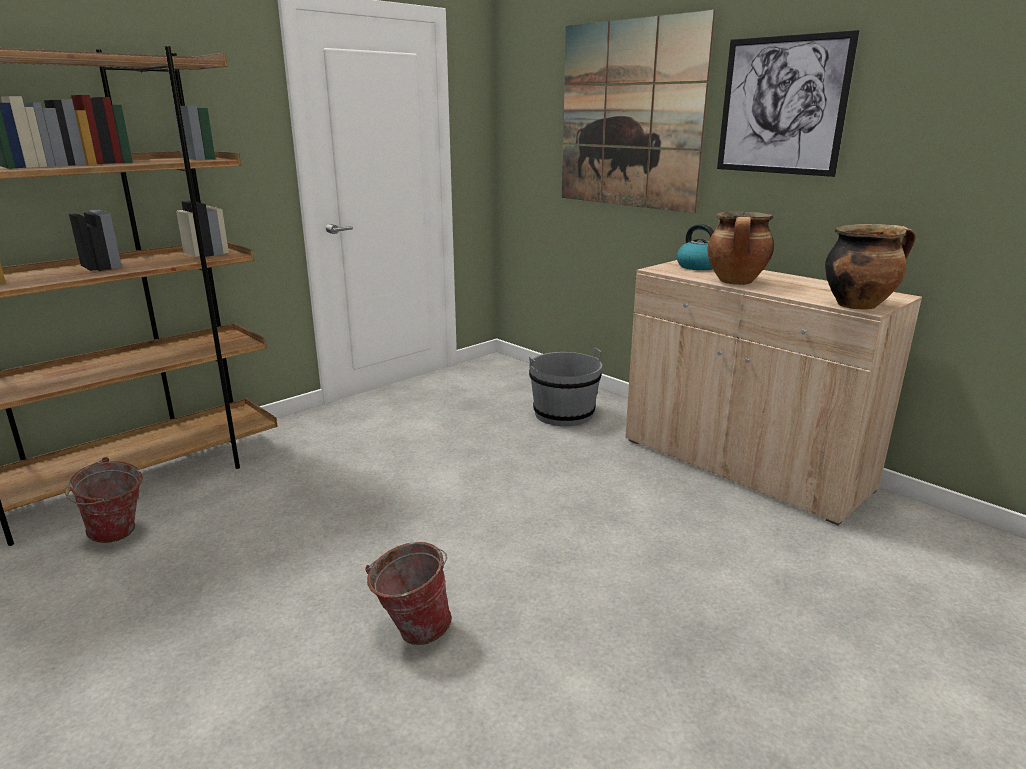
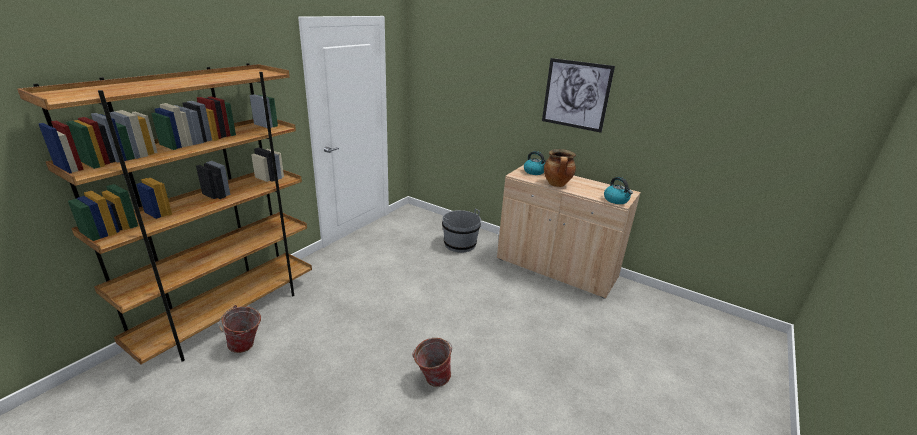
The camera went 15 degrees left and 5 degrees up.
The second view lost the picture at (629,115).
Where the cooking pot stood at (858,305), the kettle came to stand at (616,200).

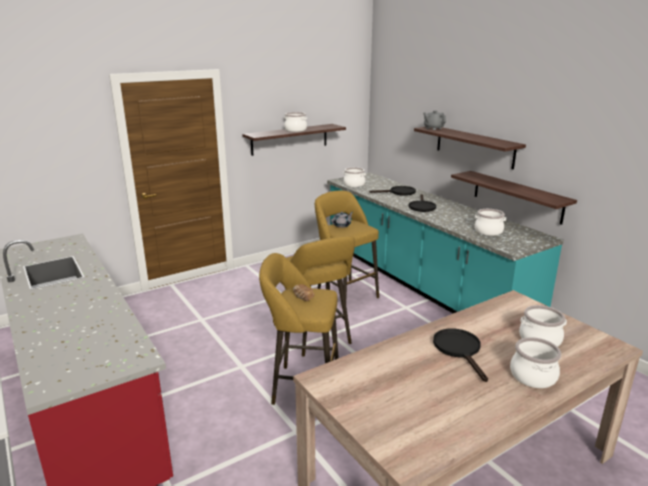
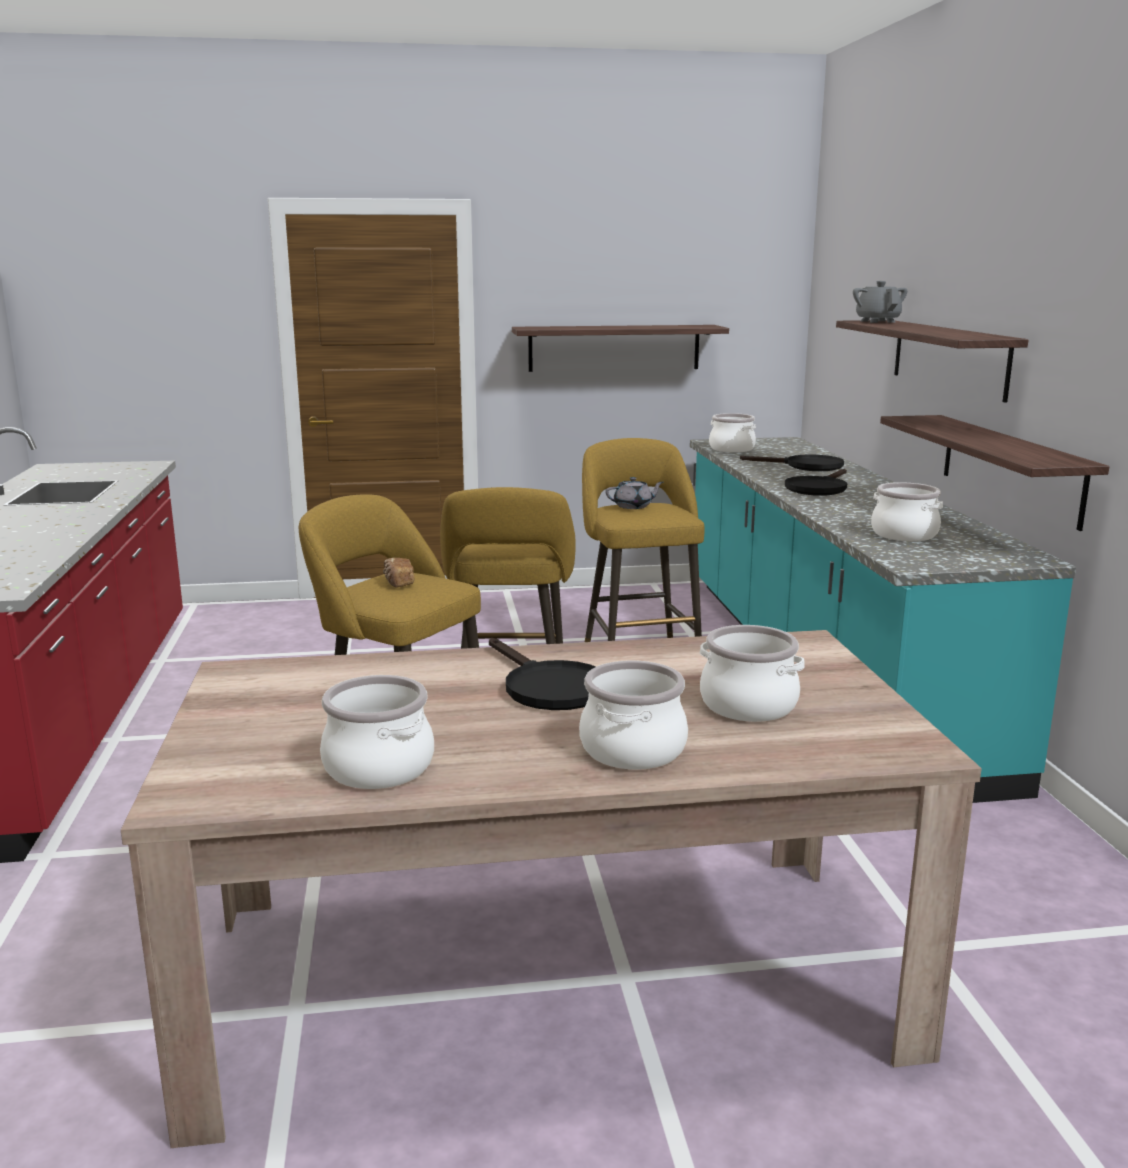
The camera went 25 degrees right and 5 degrees down.
The cooking pot ended up elsewhere, having gone from (295,130) to (377,768).
The black frying pan at (459,350) ended up facing another way, 135 degrees clockwise from before.

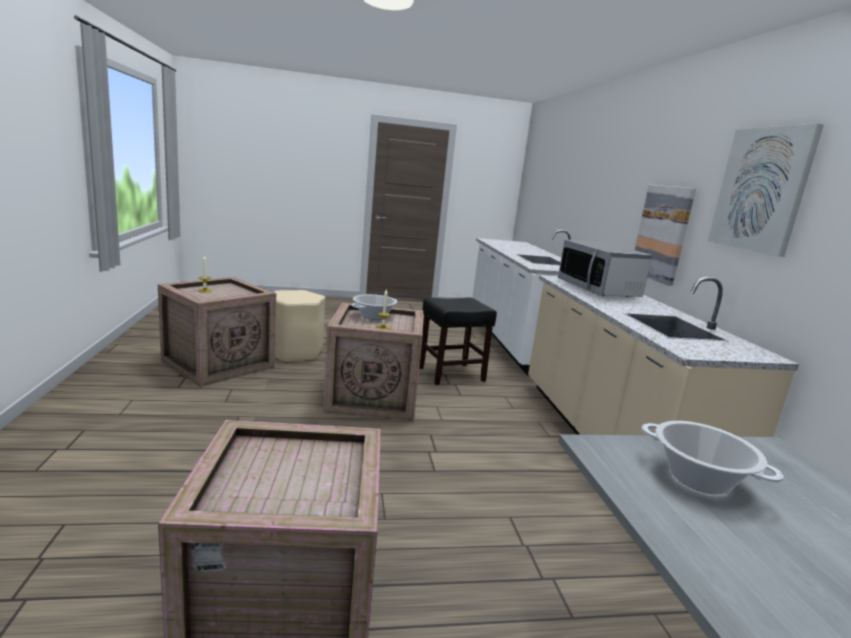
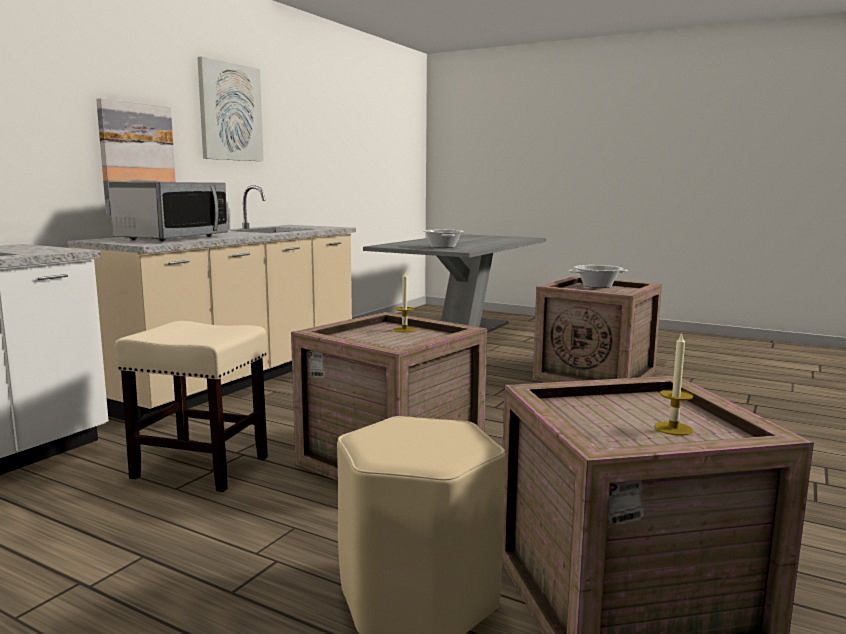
The camera went 140 degrees left and 5 degrees down.
The cooking pot ended up elsewhere, having gone from (373,316) to (597,286).
What was the black stool at (450,374) turned into the beige stool at (202,467).

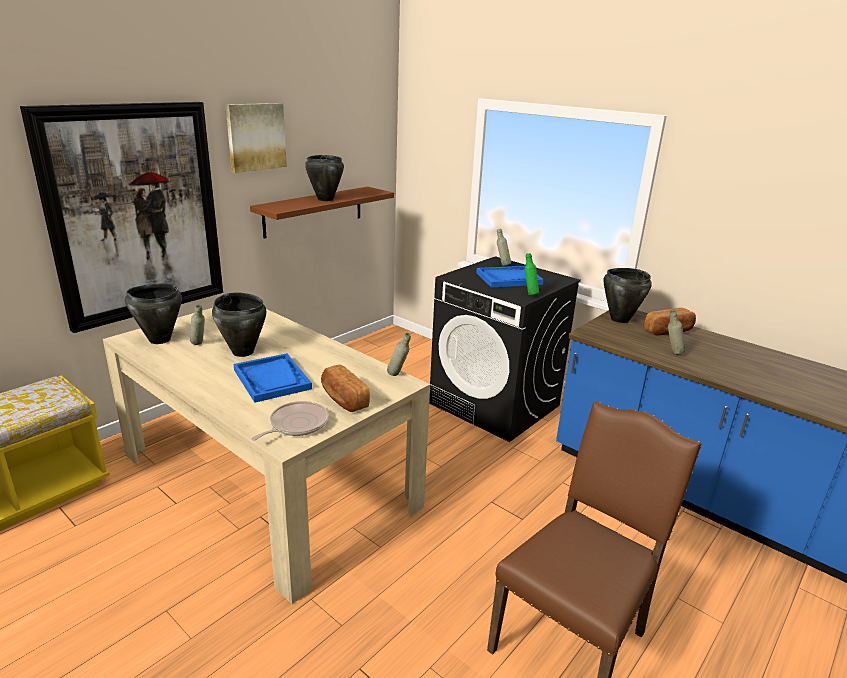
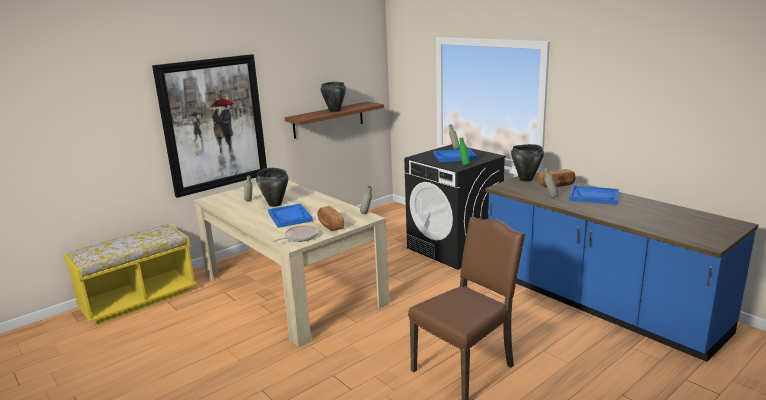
The camera went 10 degrees right and 5 degrees down.
The second view lost the black cooking pot at (159,340).
The second view lost the picture at (256,137).
The second view gained the blue tray at (594,196).

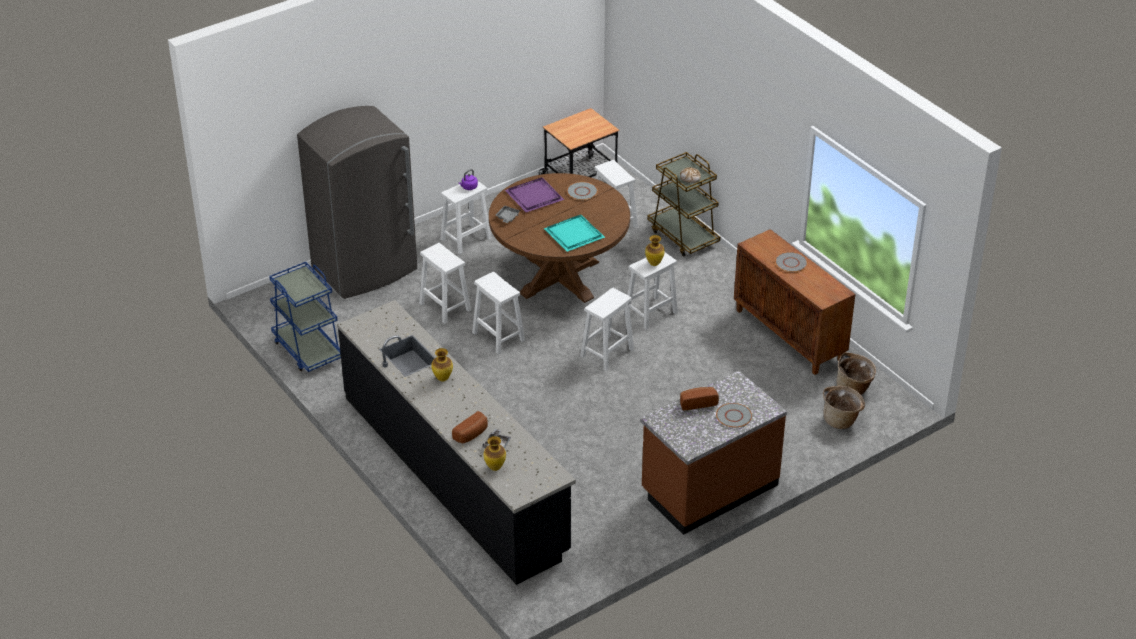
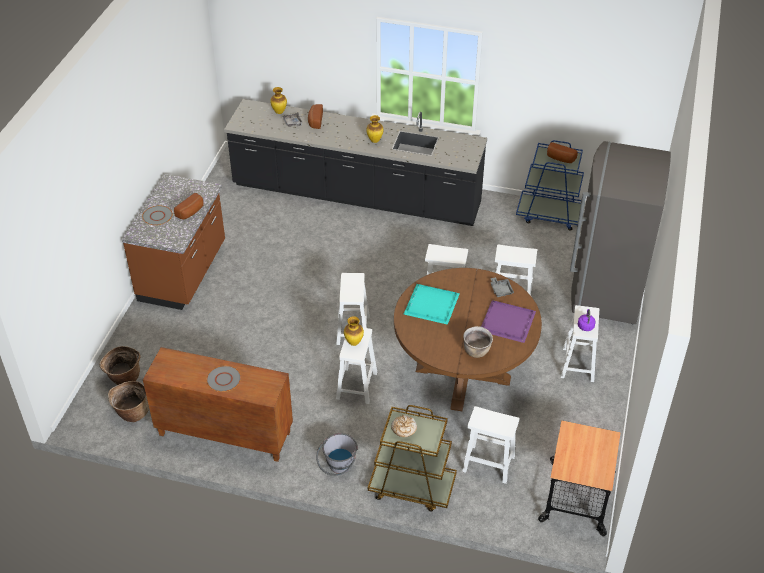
The camera went 140 degrees right and 5 degrees up.
The second view gained the grey bucket at (338,468).
The second view gained the bread at (560,159).
Where the grey plate stood at (582,192), the brown cooking pot came to stand at (476,351).

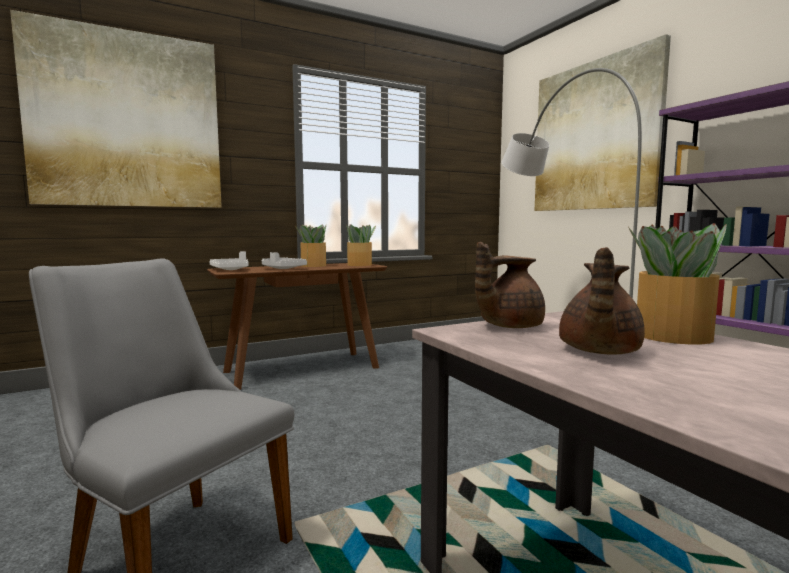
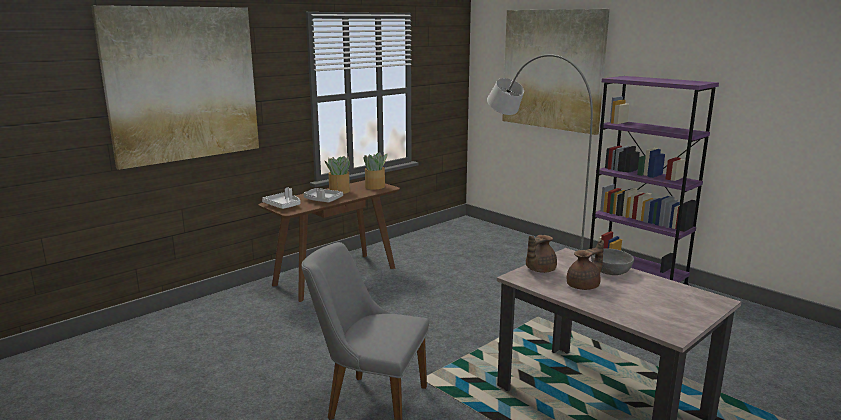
The camera went 15 degrees left and 10 degrees up.
Where the potted plant stood at (671,336), the grey bowl came to stand at (611,271).
The brown teapot at (597,351) ended up facing another way, 135 degrees counterclockwise from before.

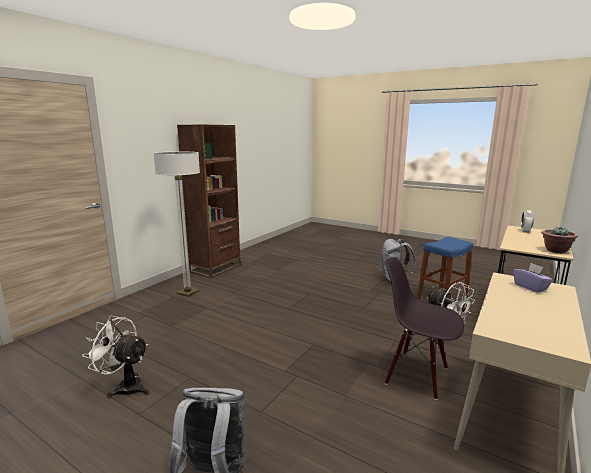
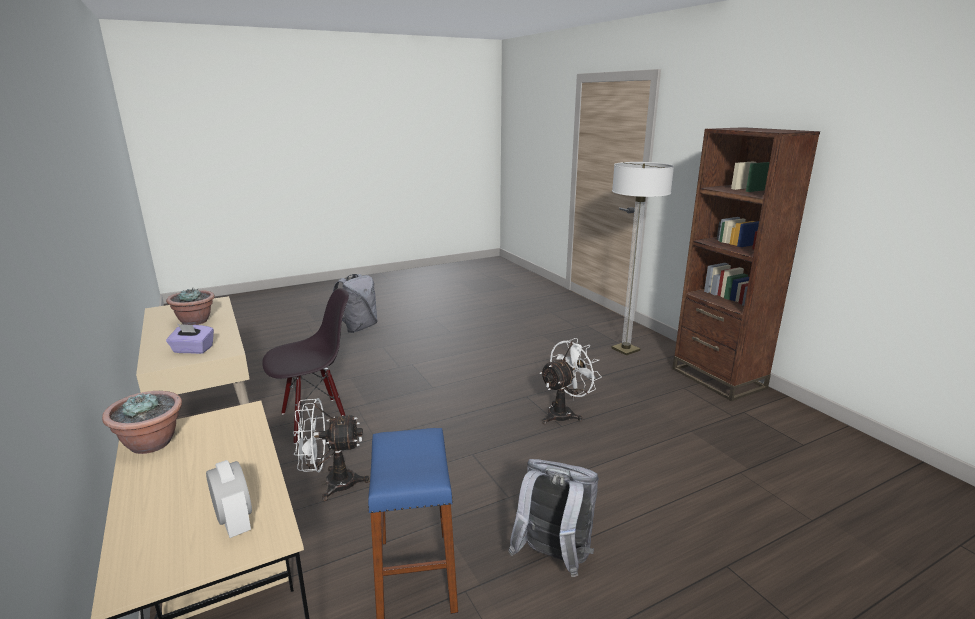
The camera went 120 degrees right and 5 degrees up.
The second view gained the potted plant at (195,321).
The white fan ended up elsewhere, having gone from (125,386) to (564,413).

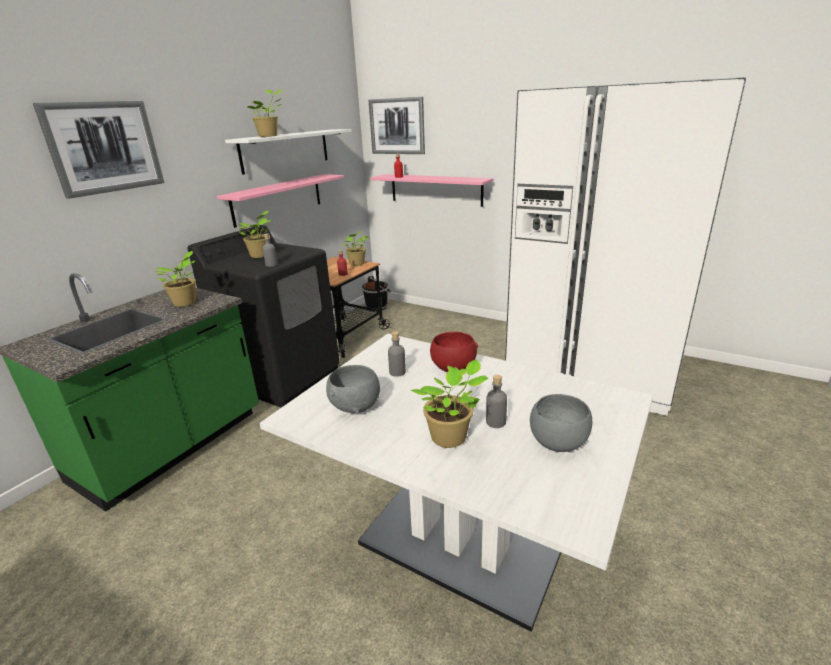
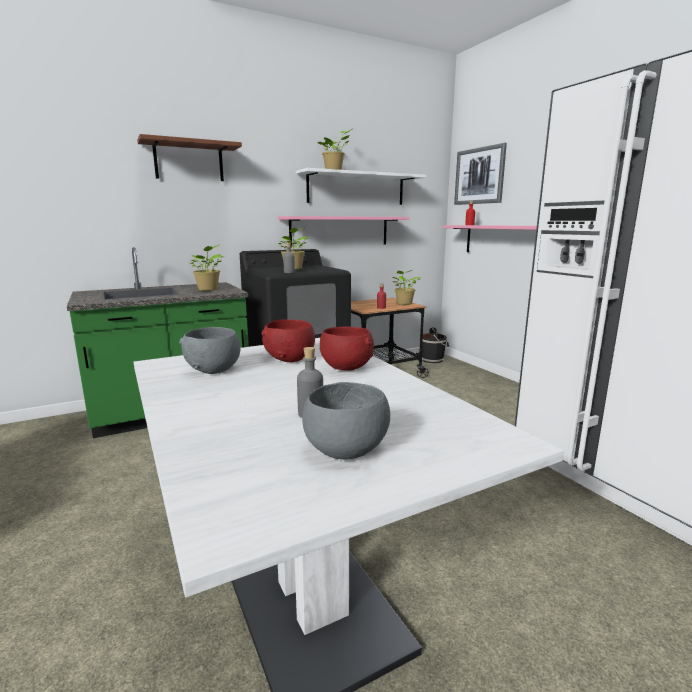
The camera went 30 degrees right and 10 degrees down.
The second view lost the potted plant at (451,438).
Where the picture hung at (104,147), the brown shelf came to hang at (189,161).
Where the grey bottle stood at (397,372), the red bowl came to stand at (290,359).

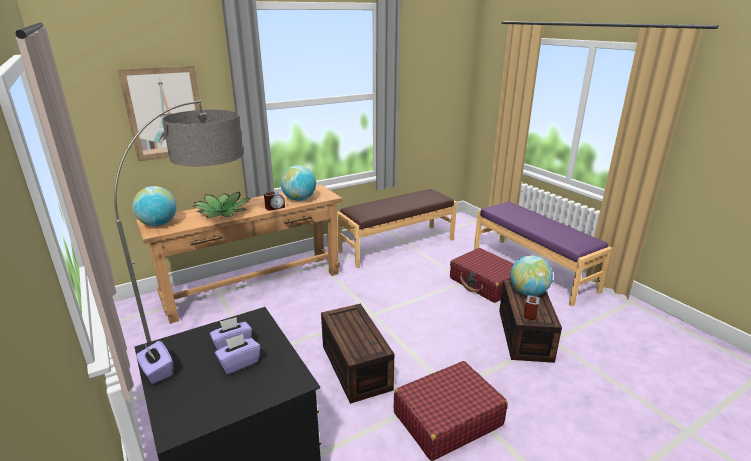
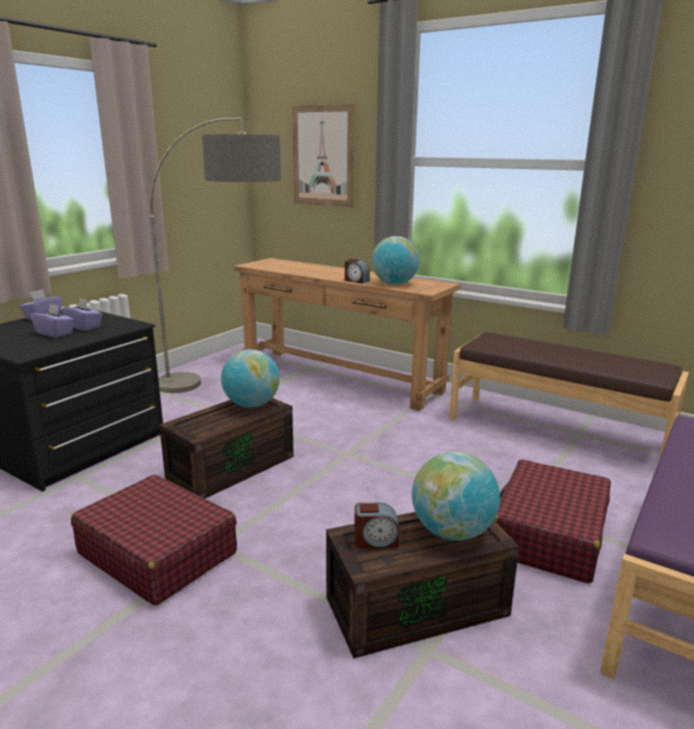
The camera went 65 degrees right and 5 degrees down.
The second view lost the potted plant at (223,212).
The globe ended up elsewhere, having gone from (158,224) to (251,405).

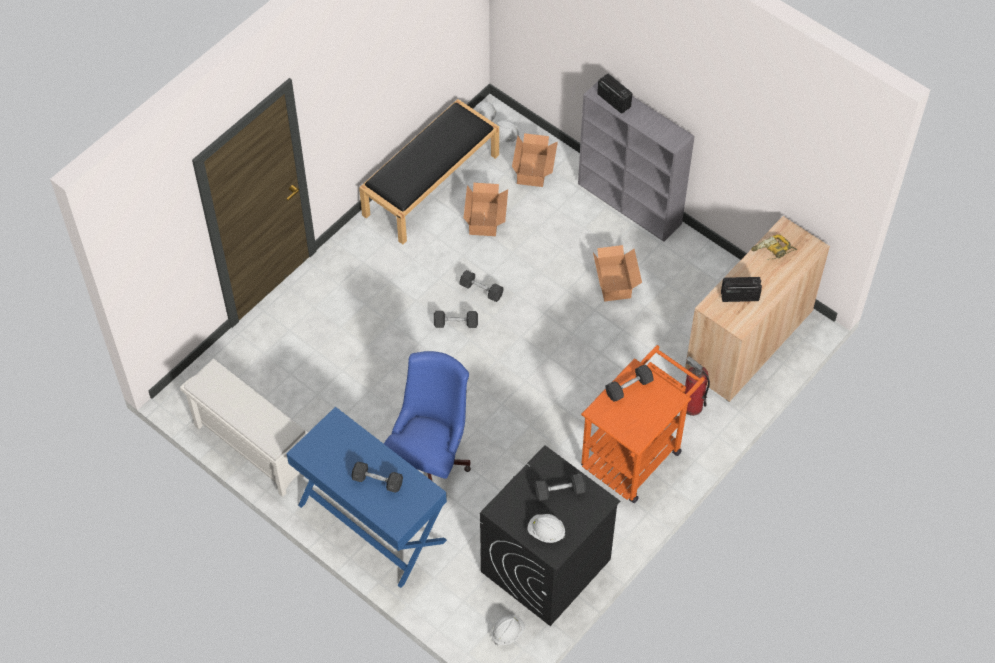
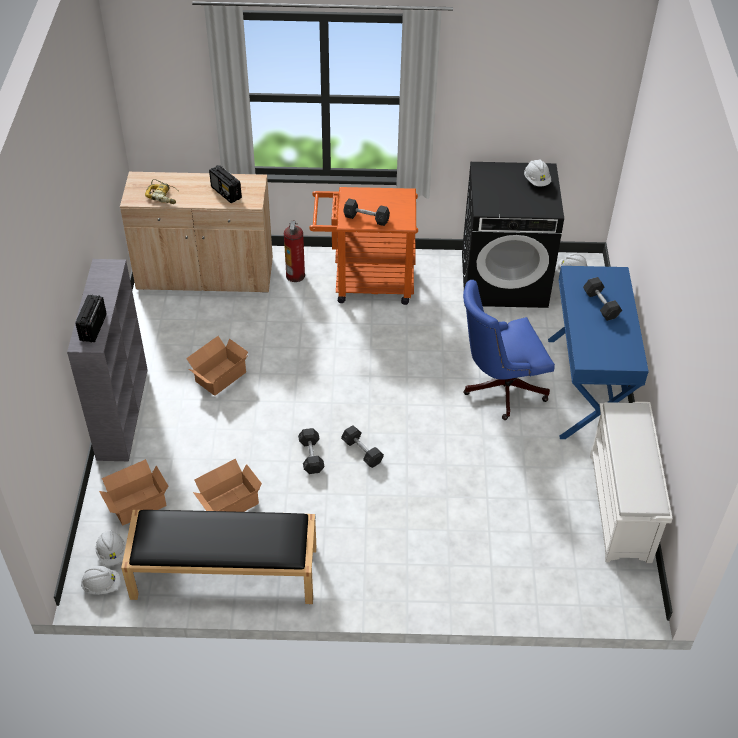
The camera went 130 degrees left and 10 degrees down.
The second view lost the grey dumbbell at (559,491).

